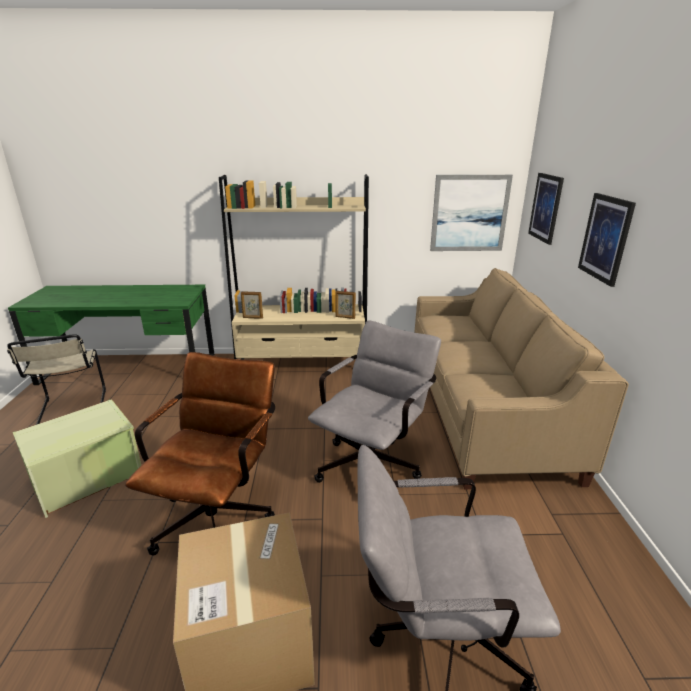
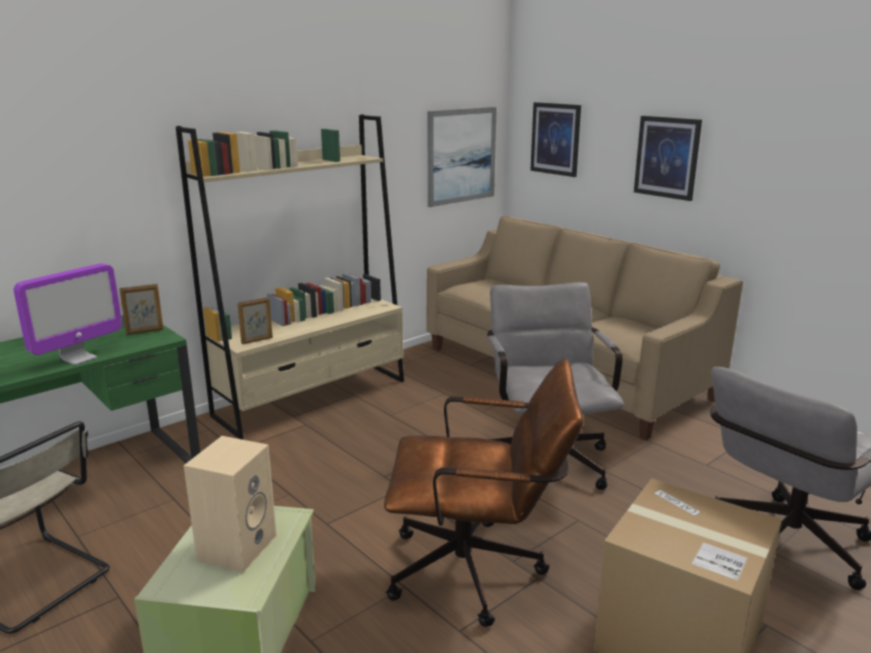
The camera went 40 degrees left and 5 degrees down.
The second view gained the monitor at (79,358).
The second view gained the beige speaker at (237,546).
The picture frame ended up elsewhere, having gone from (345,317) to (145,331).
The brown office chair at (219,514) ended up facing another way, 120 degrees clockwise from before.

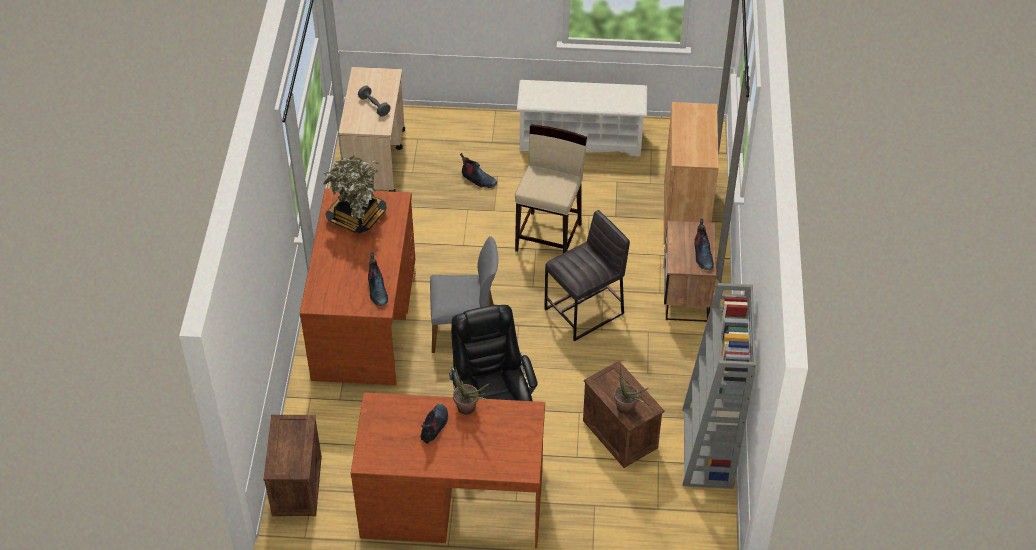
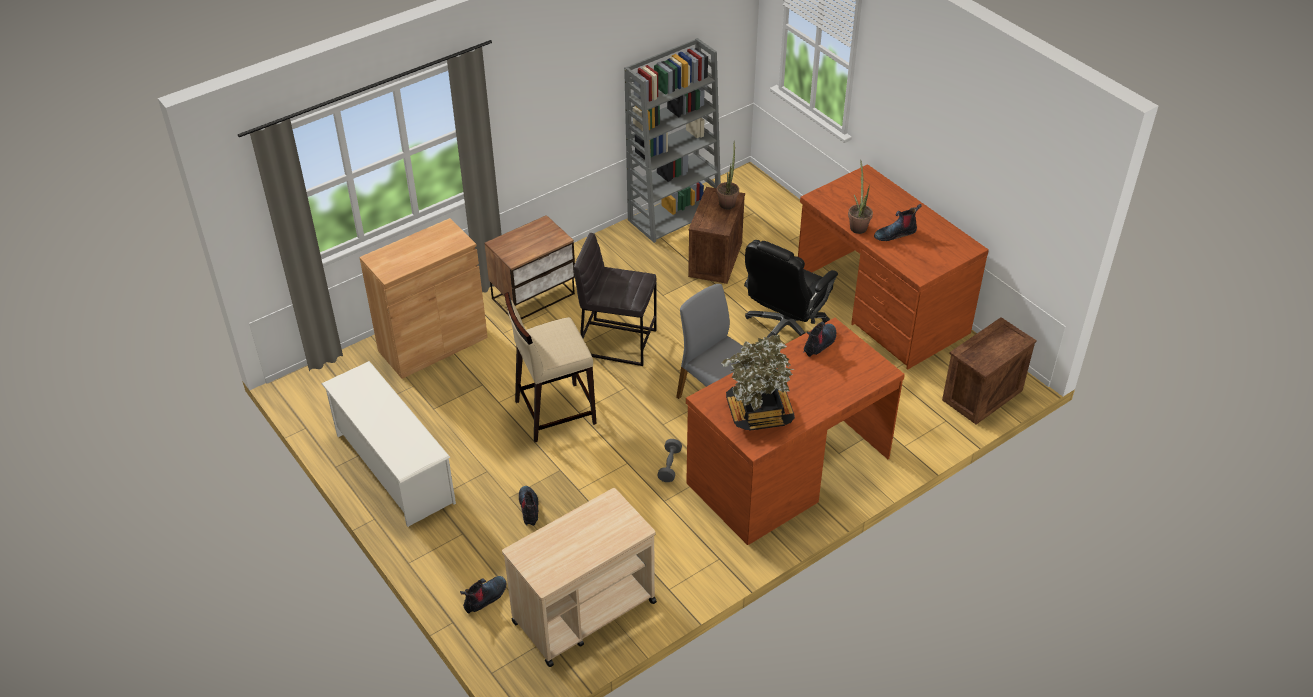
The camera went 130 degrees left and 5 degrees down.
The grey dumbbell ended up elsewhere, having gone from (374,106) to (669,466).
The boot ended up elsewhere, having gone from (702,254) to (485,598).

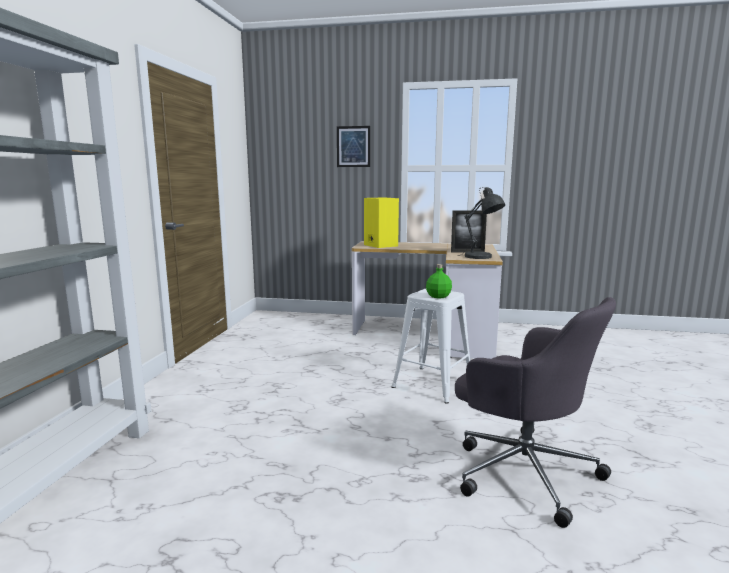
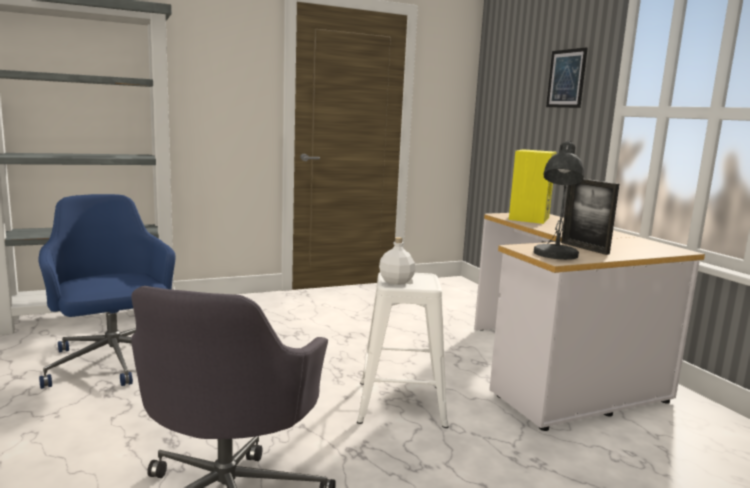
The camera went 55 degrees right and 0 degrees up.
The second view gained the blue office chair at (113,363).
What was the green bottle at (438,296) turned into the white bottle at (395,281).

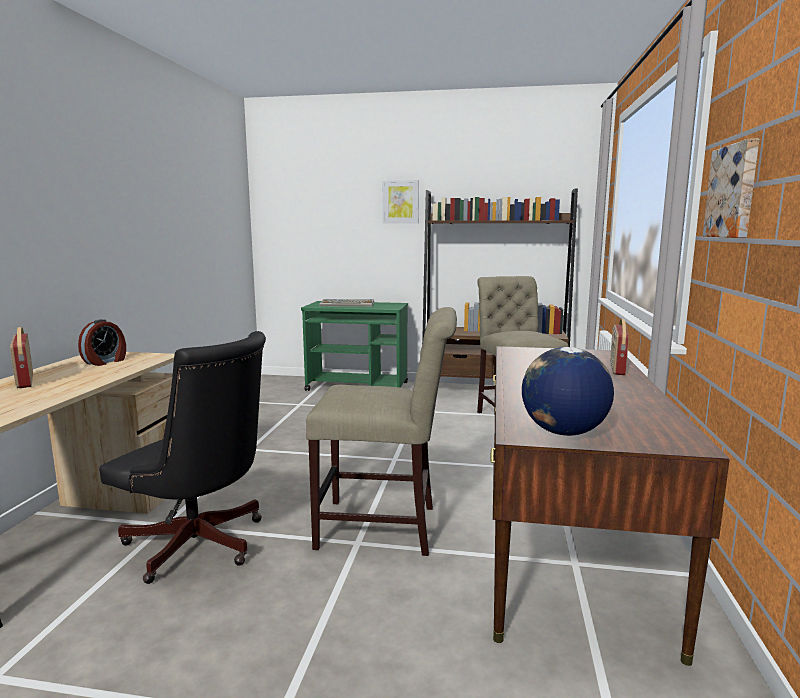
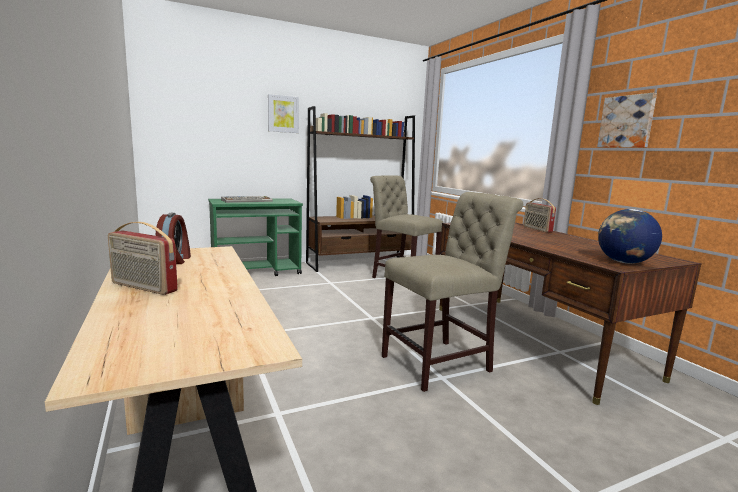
The camera went 35 degrees left and 0 degrees up.
The second view lost the black office chair at (200,547).

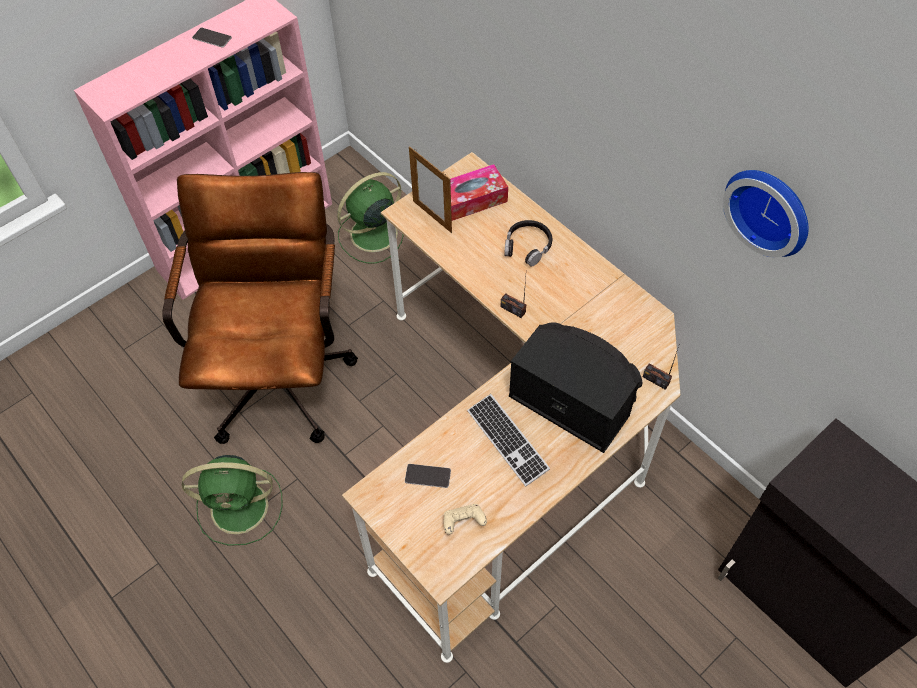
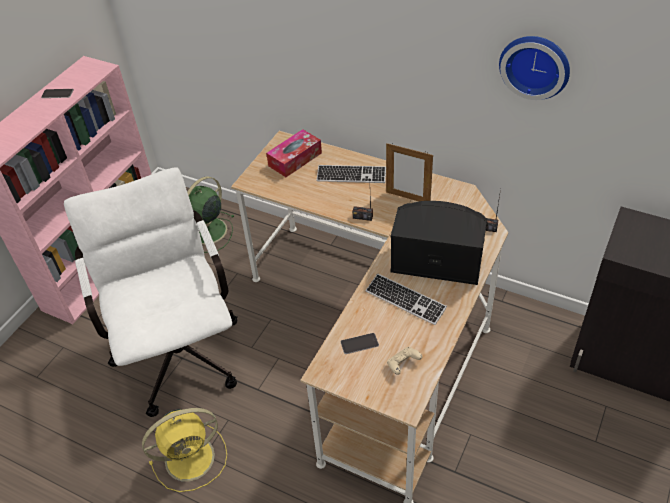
The camera went 20 degrees left and 10 degrees down.
The picture frame ended up elsewhere, having gone from (432,216) to (408,198).
Where the black headphones stood at (527,246), the keyboard came to stand at (351,175).
What was the brown office chair at (280,371) turned into the white office chair at (177,348).
What was the green fan at (242,507) turned into the yellow fan at (192,457).

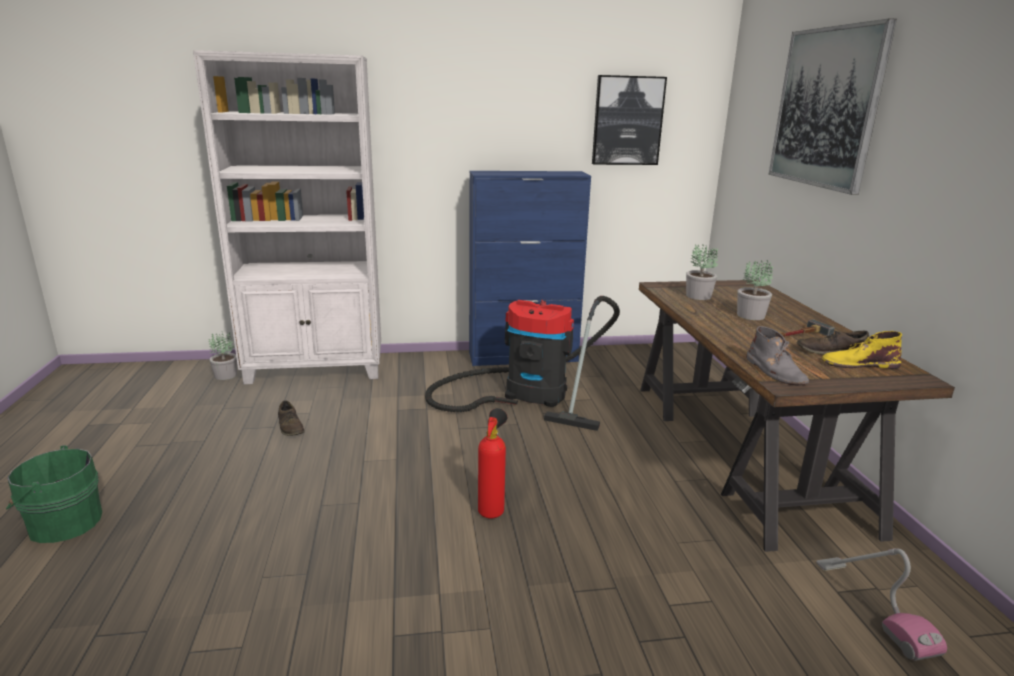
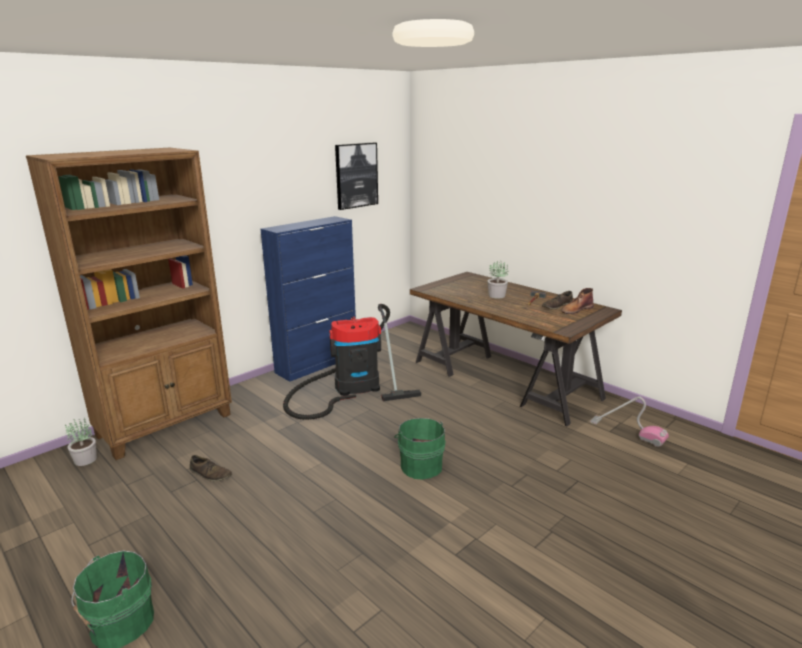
The camera went 35 degrees left and 0 degrees up.
The second view lost the potted plant at (698,296).
The second view lost the grey boot at (775,371).
The second view lost the picture at (826,108).
Where the fire extinguisher stood at (492,509), the green bucket came to stand at (420,465).
What was the white bookcase at (316,369) turned into the brown bookcase at (166,425).
What was the yellow boot at (858,364) turned into the brown boot at (576,309).

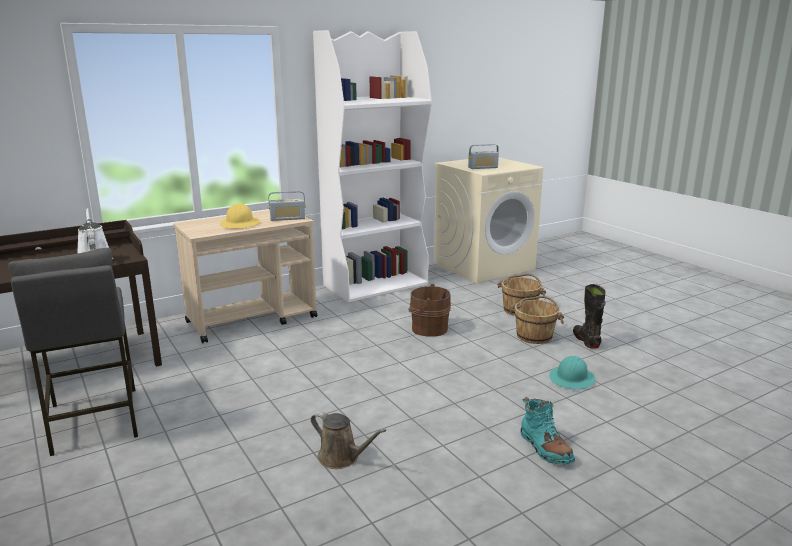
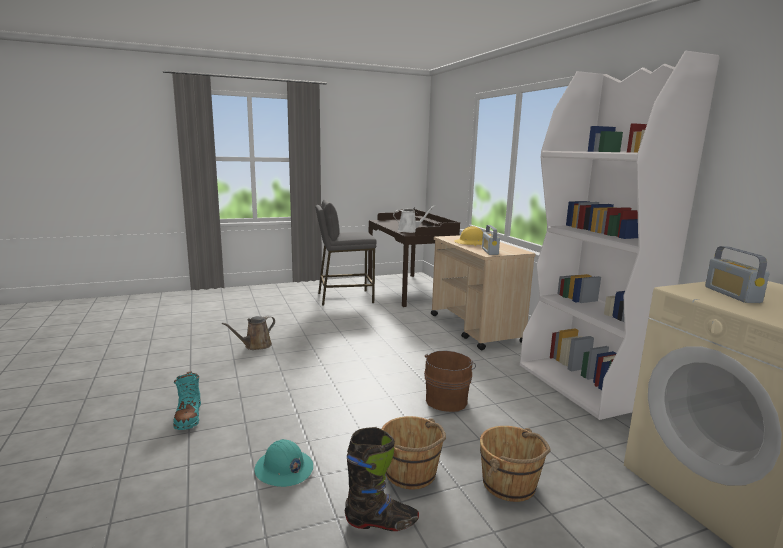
The camera went 100 degrees right and 5 degrees down.
The turquoise boot at (545,448) ended up facing another way, 90 degrees counterclockwise from before.

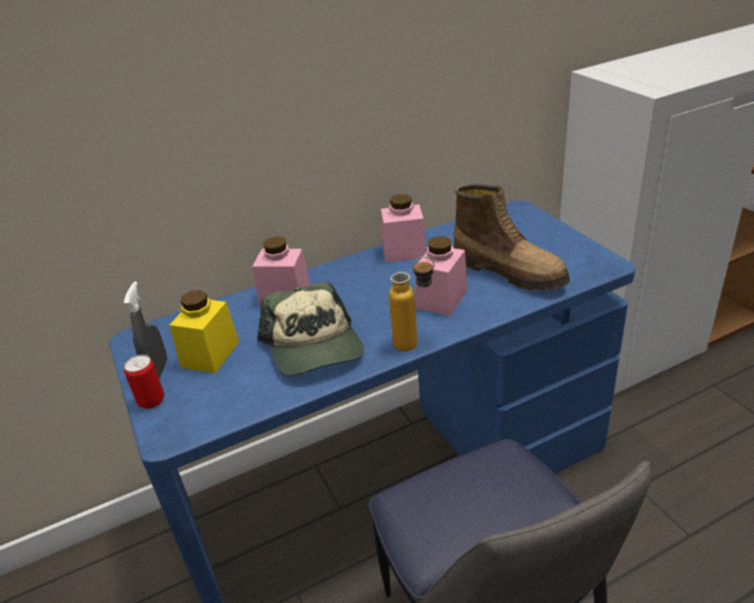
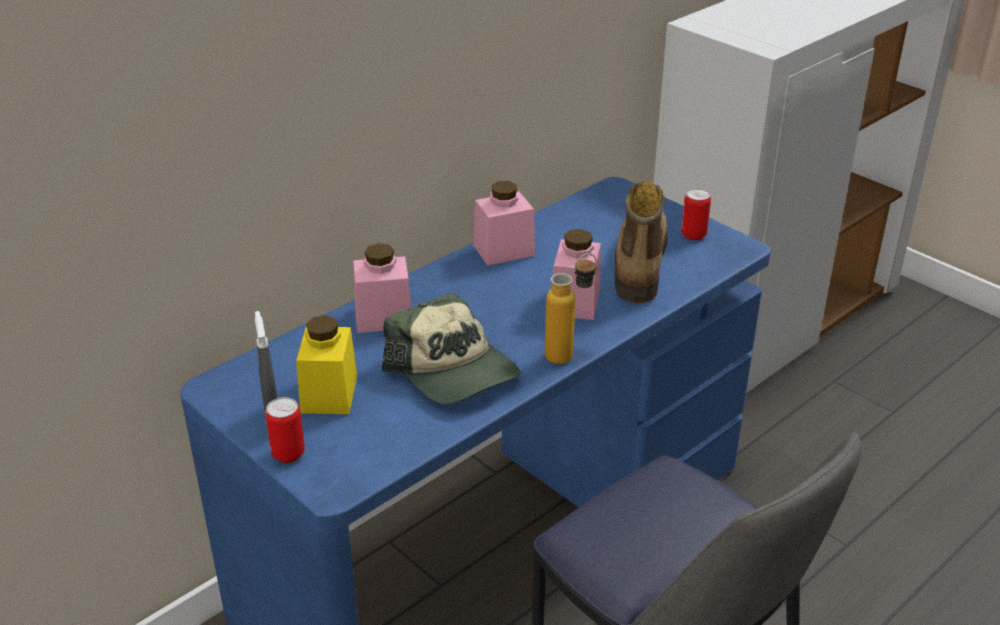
The camera went 20 degrees left and 0 degrees up.
The second view gained the can at (693,235).
The boot at (509,271) ended up facing another way, 105 degrees counterclockwise from before.

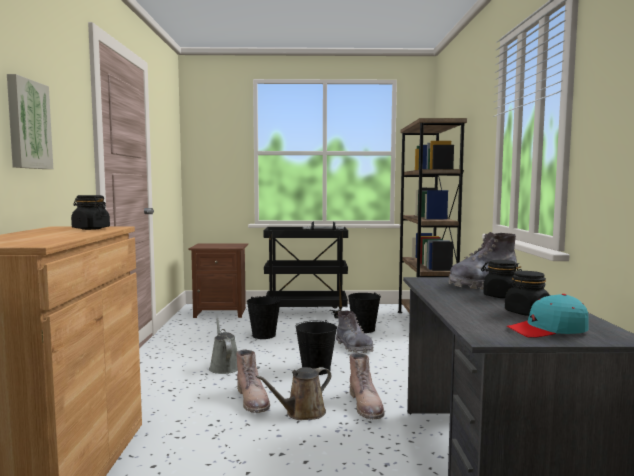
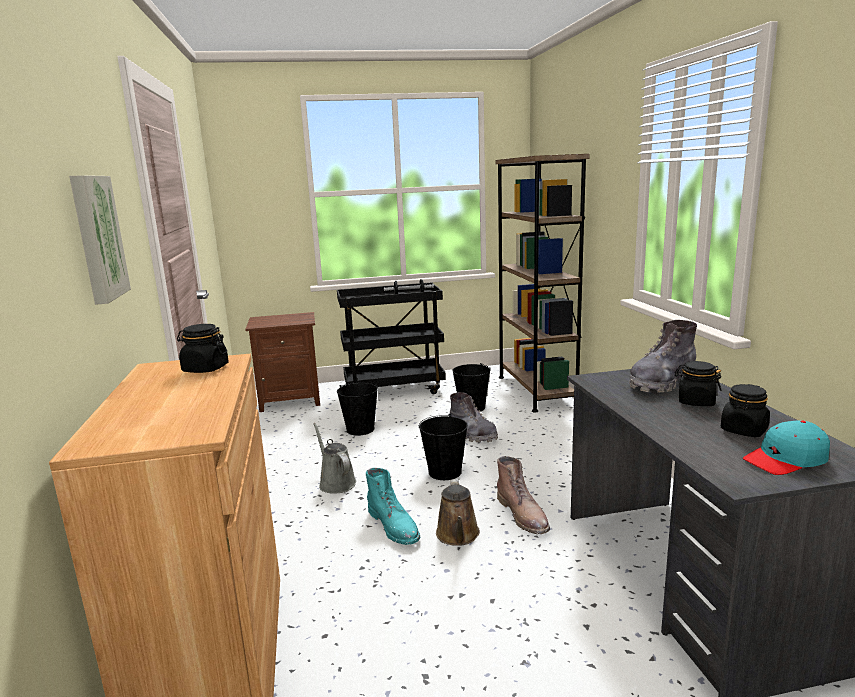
The camera went 10 degrees left and 10 degrees up.
What was the brown boot at (253,400) turned into the turquoise boot at (394,526).
The brown watering can at (302,413) ended up facing another way, 45 degrees counterclockwise from before.

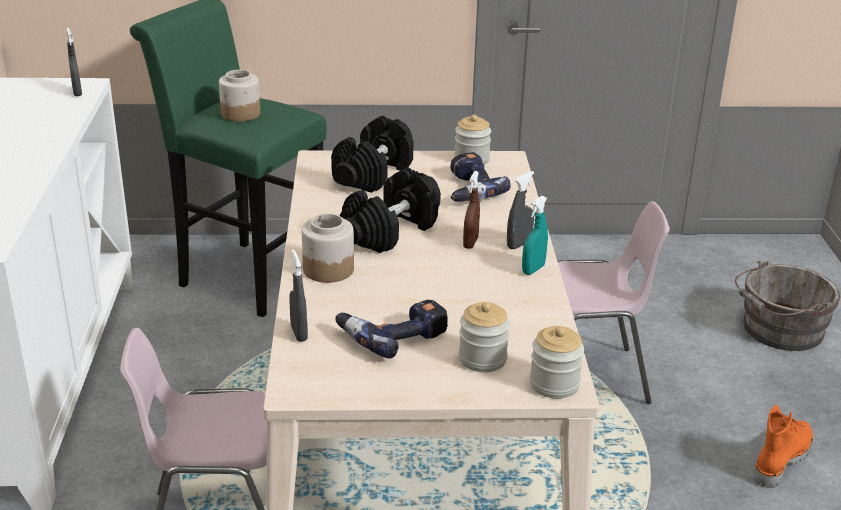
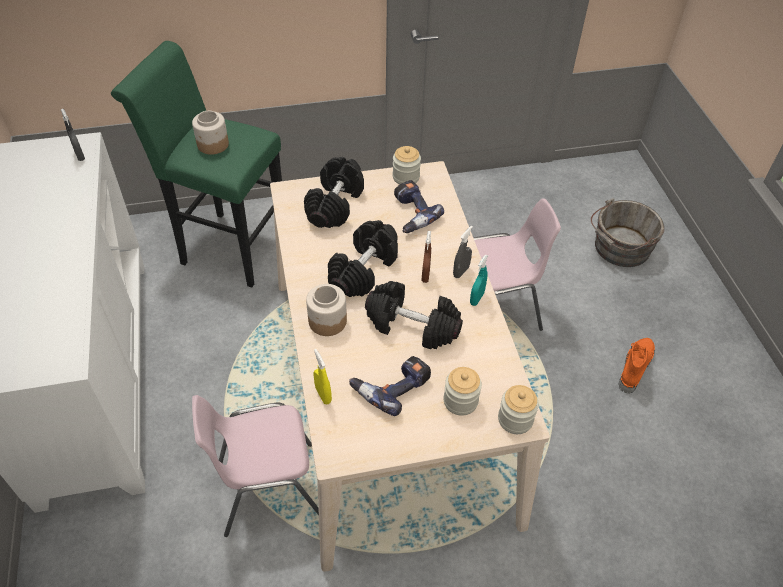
The camera went 10 degrees left and 20 degrees up.
The second view gained the black dumbbell at (412,326).
What was the grey spray bottle at (299,333) turned into the yellow spray bottle at (323,395).

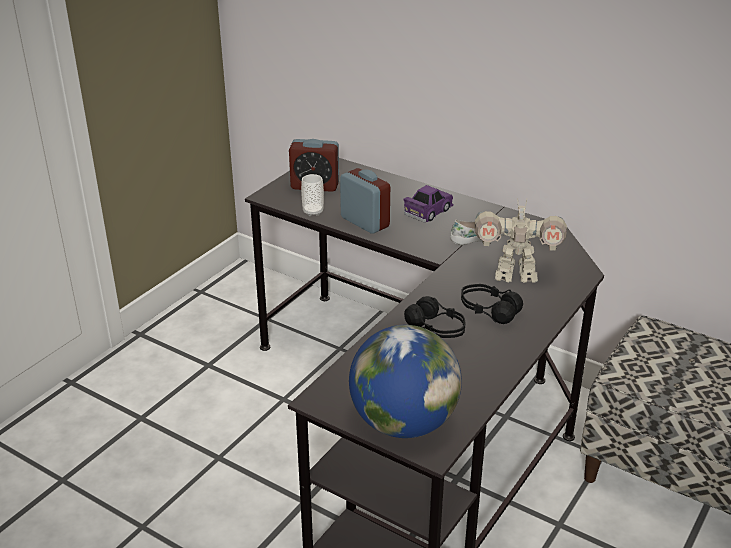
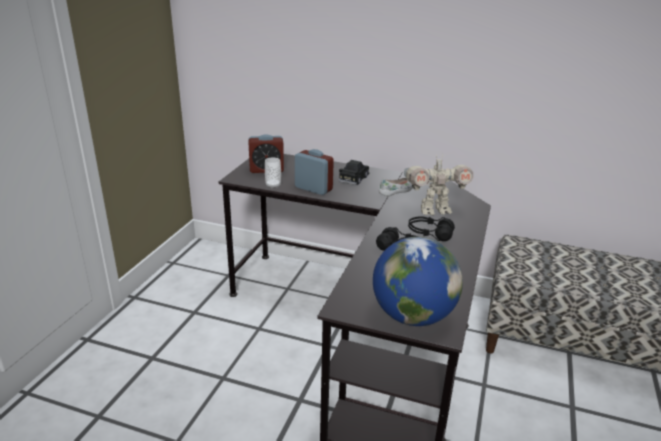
The camera went 15 degrees left and 5 degrees down.
What was the purple toy car at (428,211) turned into the black toy car at (354,178).

